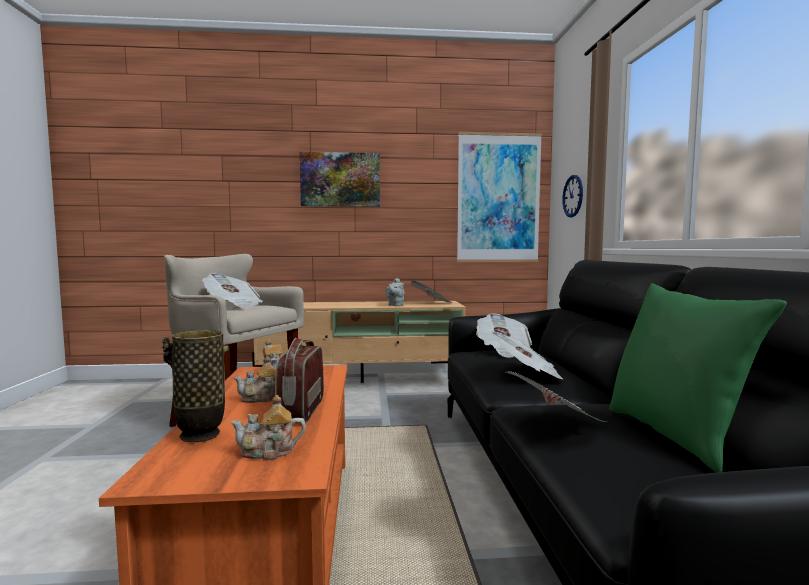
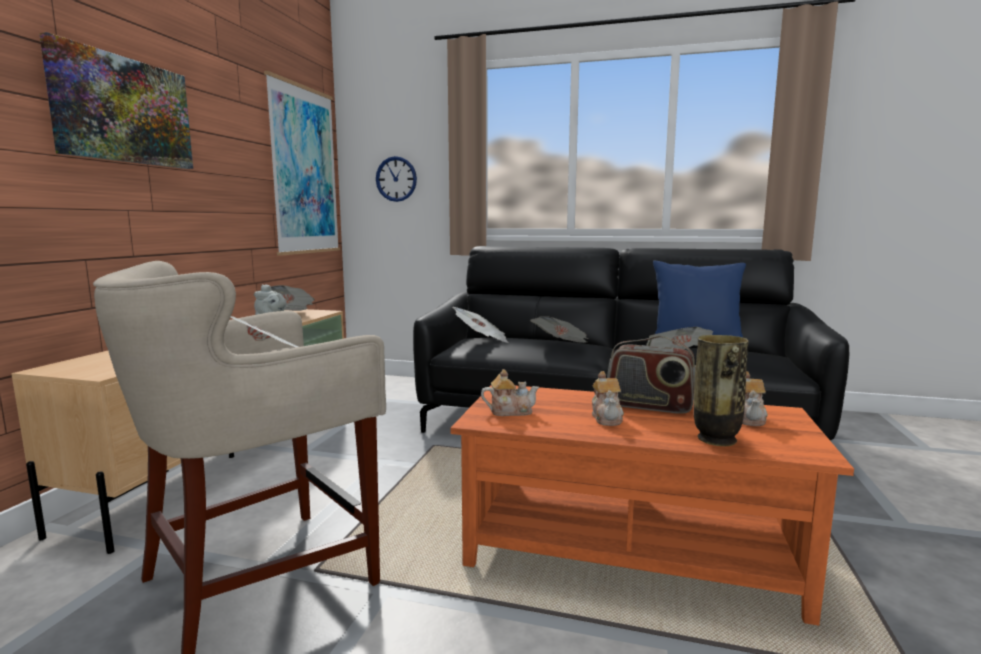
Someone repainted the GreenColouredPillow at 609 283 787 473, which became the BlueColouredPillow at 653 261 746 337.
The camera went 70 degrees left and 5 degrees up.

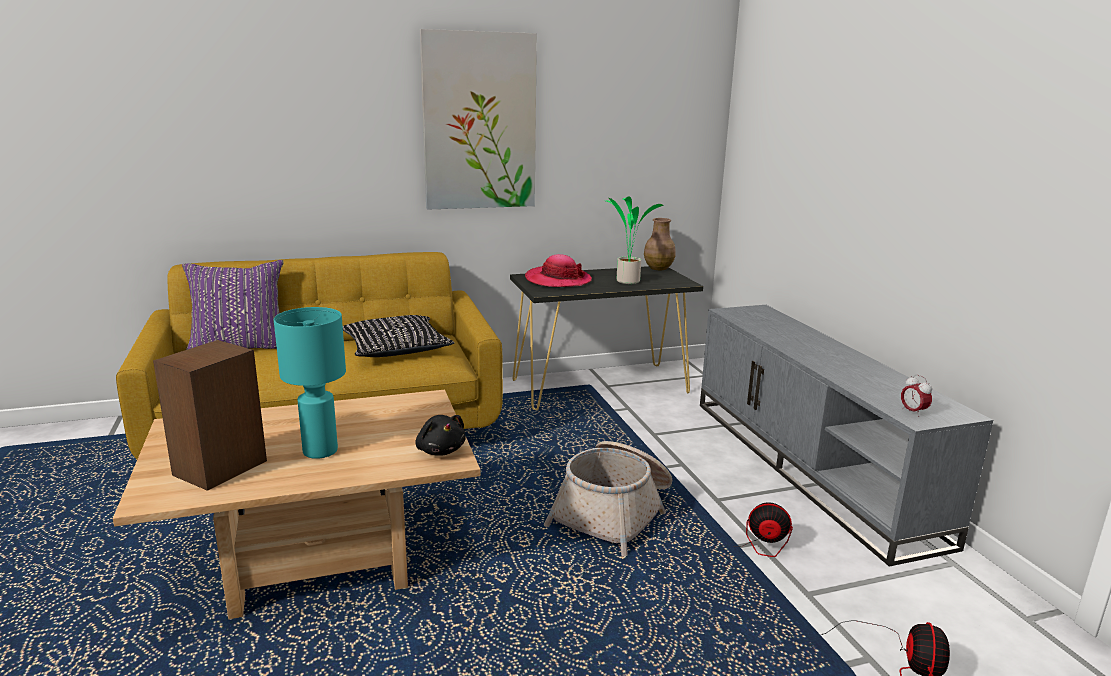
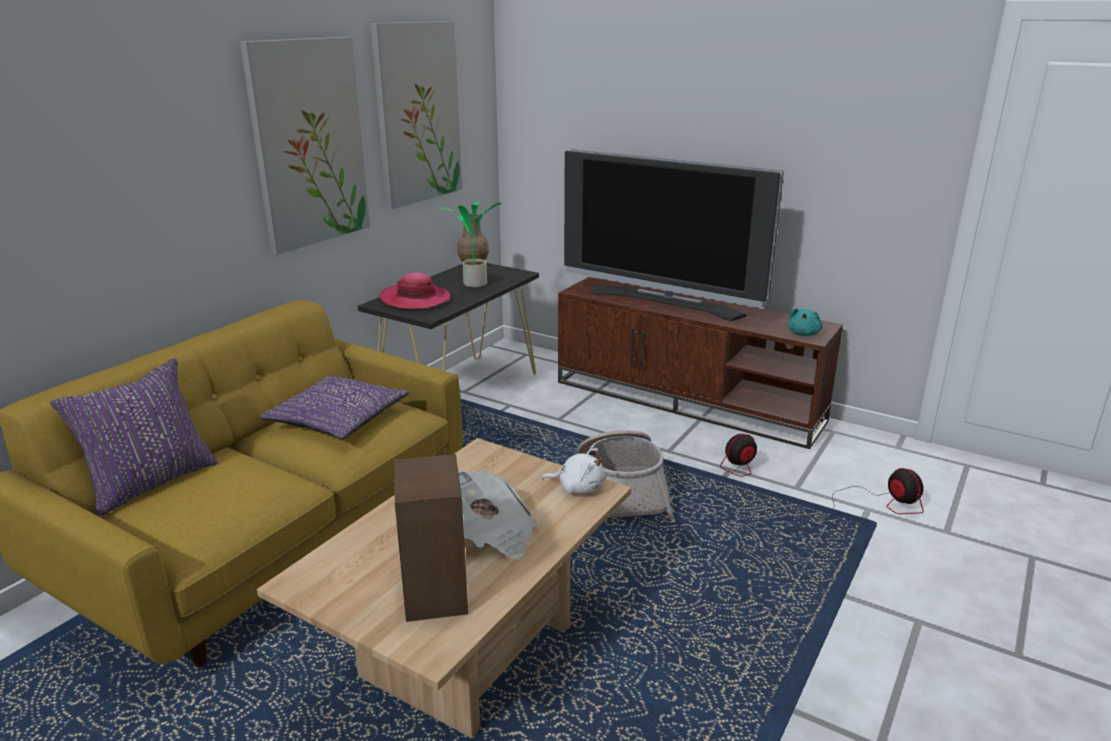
Someone put up the WallArt at 370 21 462 209.
Someone put down the Tv at 564 149 784 321.
Someone swapped the TurquoiseColouredTabletopLamp at 274 307 346 459 for the Newspaper at 458 470 537 559.
Someone swapped the BedsideClock at 901 374 932 417 for the TurquoiseColouredSoftToy at 788 308 823 336.
Someone repainted the BlackPillow at 343 315 454 357, which became the PurpleColouredPillow at 259 375 410 439.
Someone repainted the BlackSoftToy at 415 415 466 456, which became the WhitishSoftToy at 542 448 605 494.
Someone repainted the GreyishTvUnit at 700 305 993 567, which became the BrownishTvUnit at 558 277 843 449.
The camera went 40 degrees left and 5 degrees up.

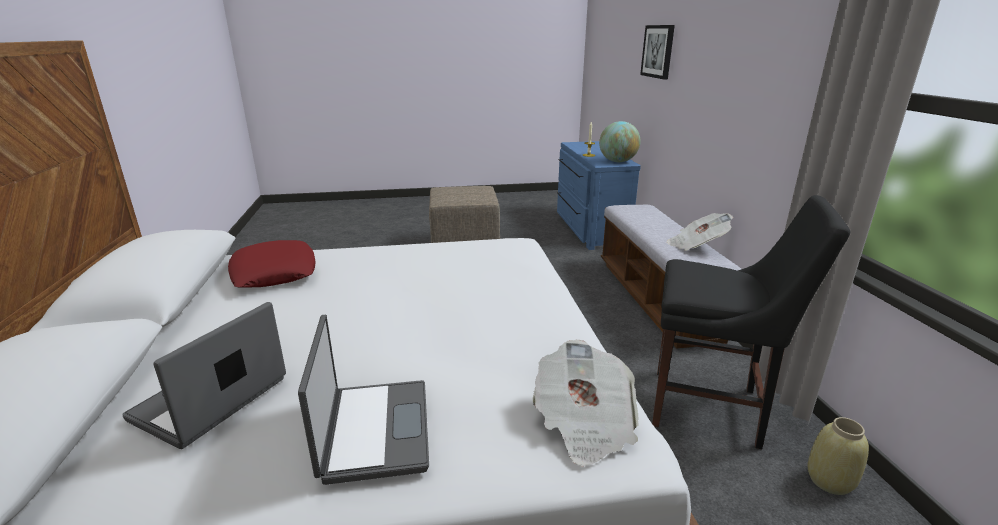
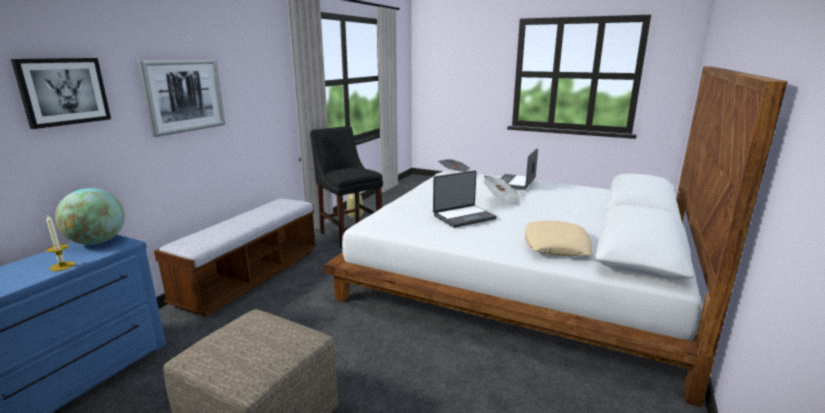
Someone put up the WallArt at 138 59 225 137.
Someone carried the NotebookComputer from 122 302 286 449 to 433 171 497 228.
Someone carried the Newspaper from 666 213 734 251 to 484 175 521 206.
Someone repainted the ReddishPillow at 228 240 316 288, which became the BeigeColouredPillow at 525 220 592 256.
The camera went 145 degrees left and 5 degrees down.

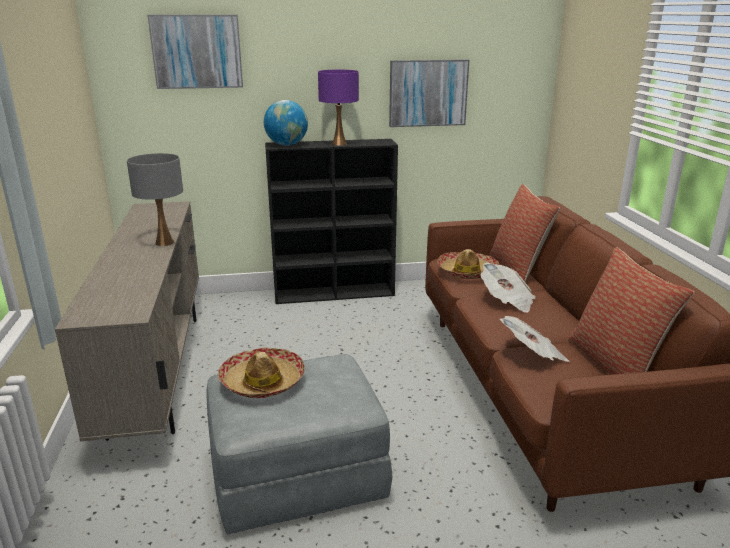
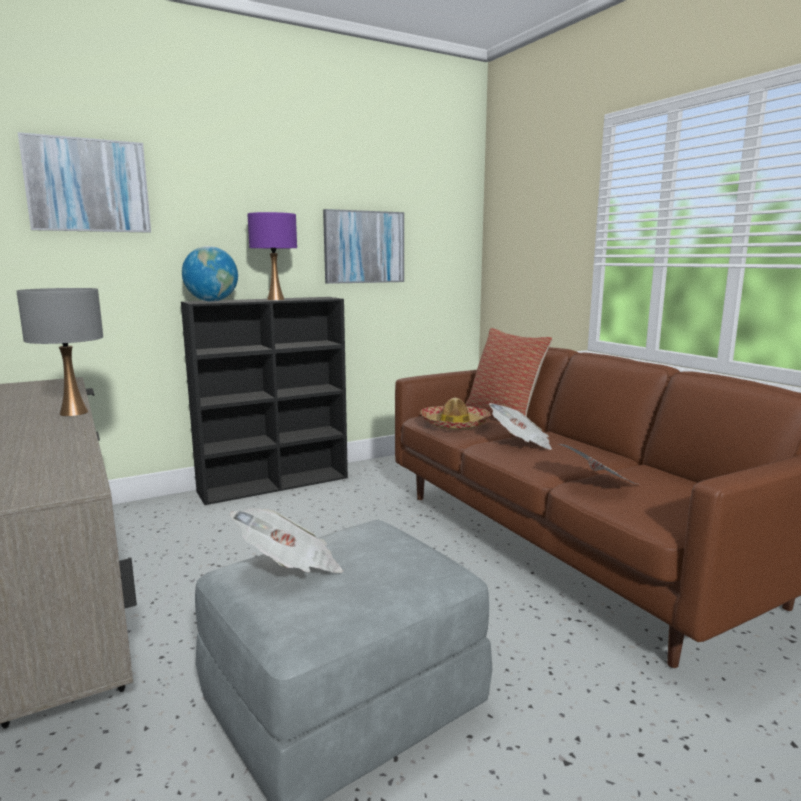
Someone took away the Pillow at 568 247 694 375.
Someone swapped the WearableHat at 218 347 305 398 for the Newspaper at 230 508 343 573.
The camera went 20 degrees left and 10 degrees down.

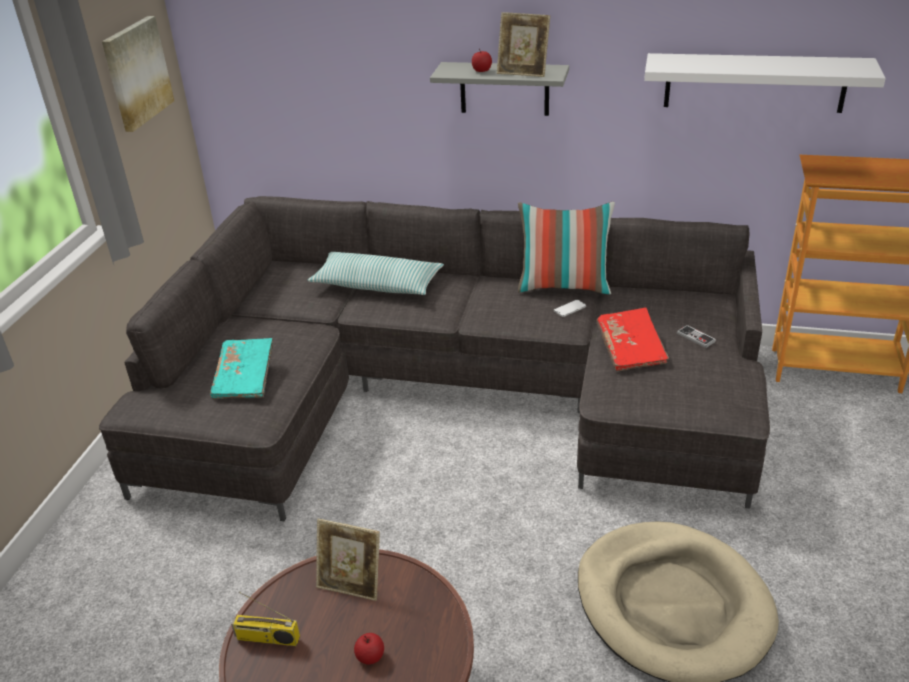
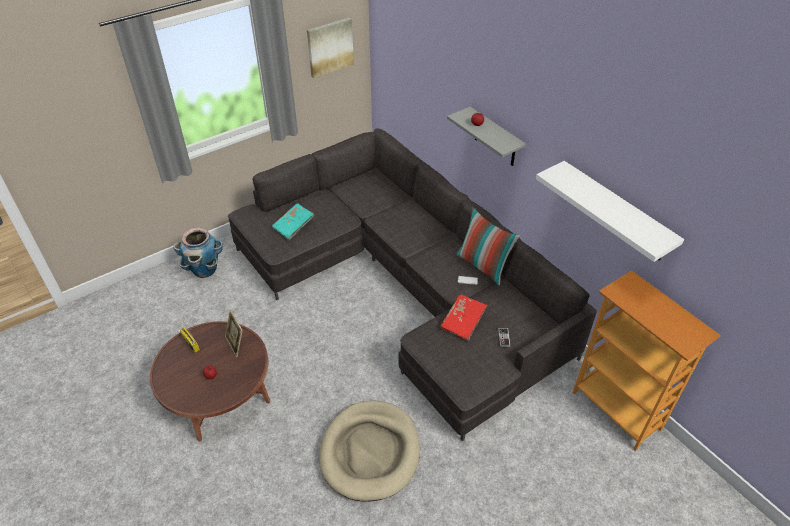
Someone took away the Pillow at 307 252 444 295.
Someone took away the PhotoFrame at 497 12 550 77.
Someone put down the PlantPot at 173 227 223 278.
The camera went 40 degrees right and 10 degrees up.

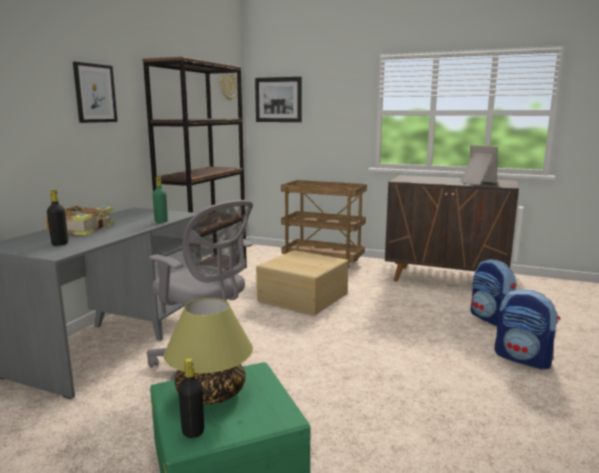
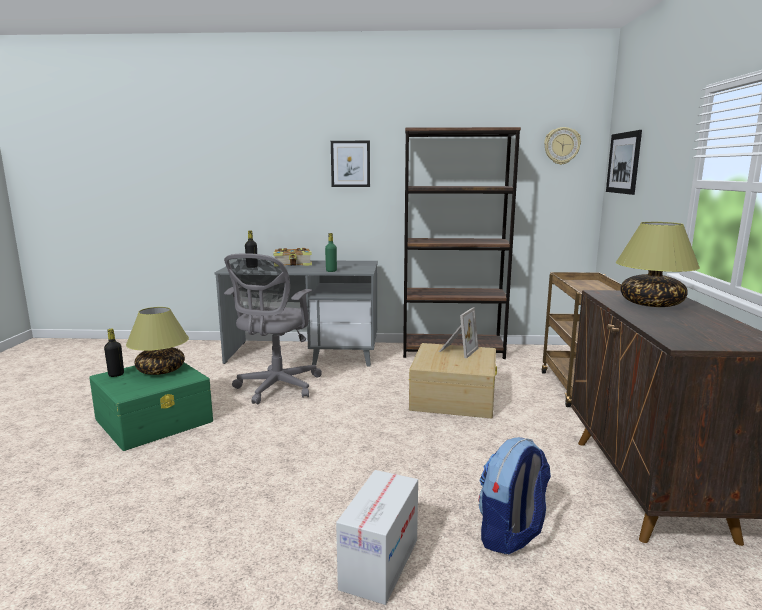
Someone put down the TabletopLamp at 616 222 700 307.
Someone carried the PhotoFrame from 460 145 498 185 to 439 307 479 358.
Someone swapped the Backpack at 494 289 560 370 for the CardboardBox at 336 470 418 605.
The camera went 70 degrees right and 0 degrees up.

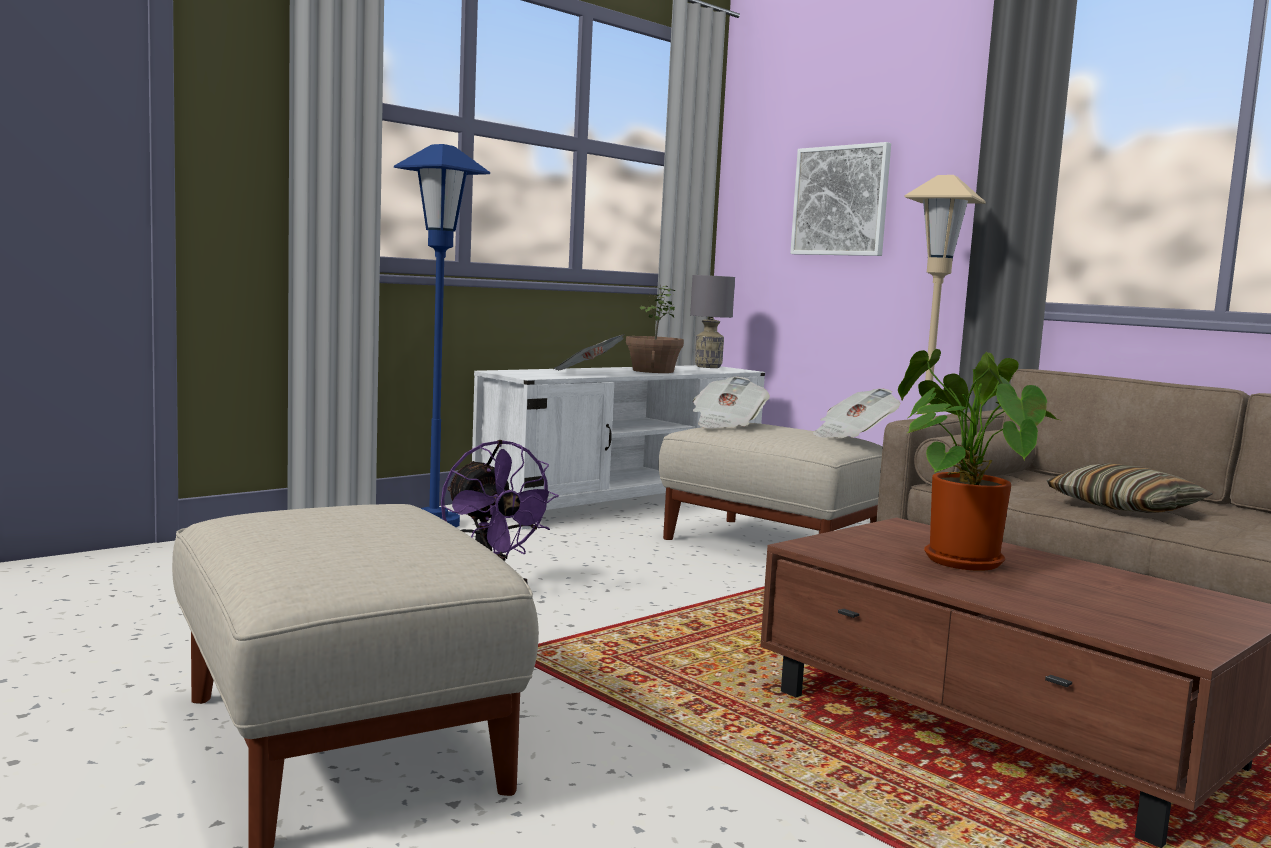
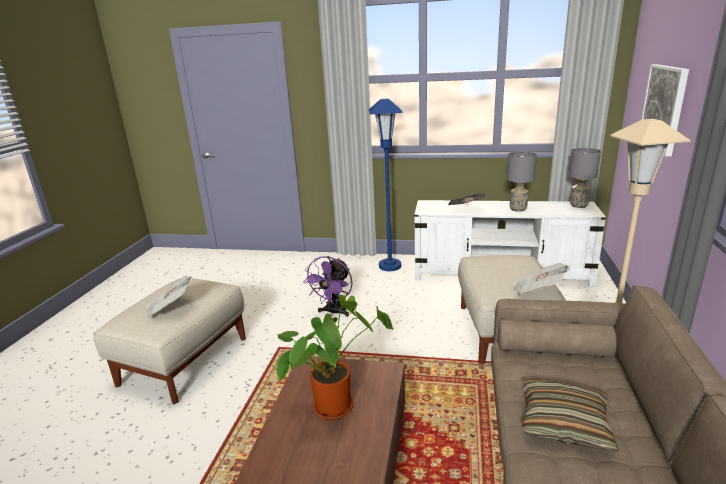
Someone carried the Newspaper from 693 377 770 428 to 145 276 192 317.
Someone swapped the Houseplant at 626 285 684 373 for the GreyishTabletopLamp at 507 151 537 212.
The camera went 55 degrees right and 15 degrees up.

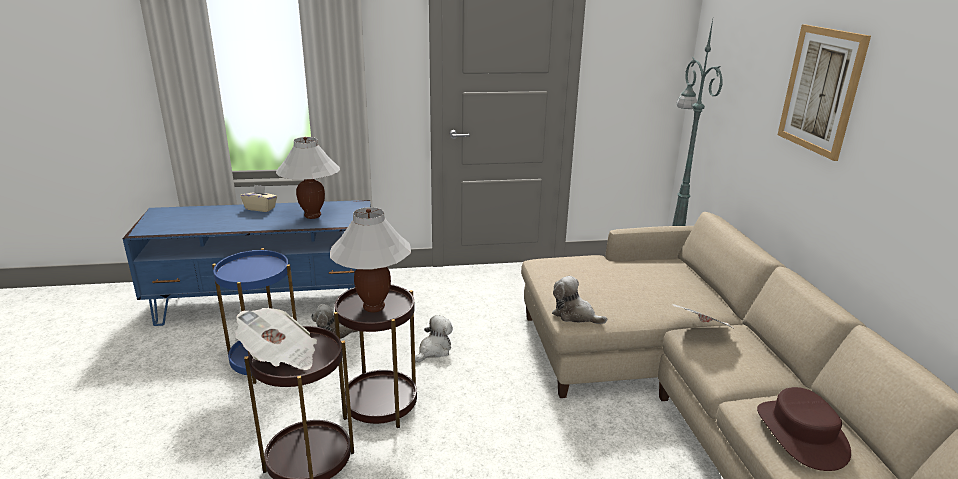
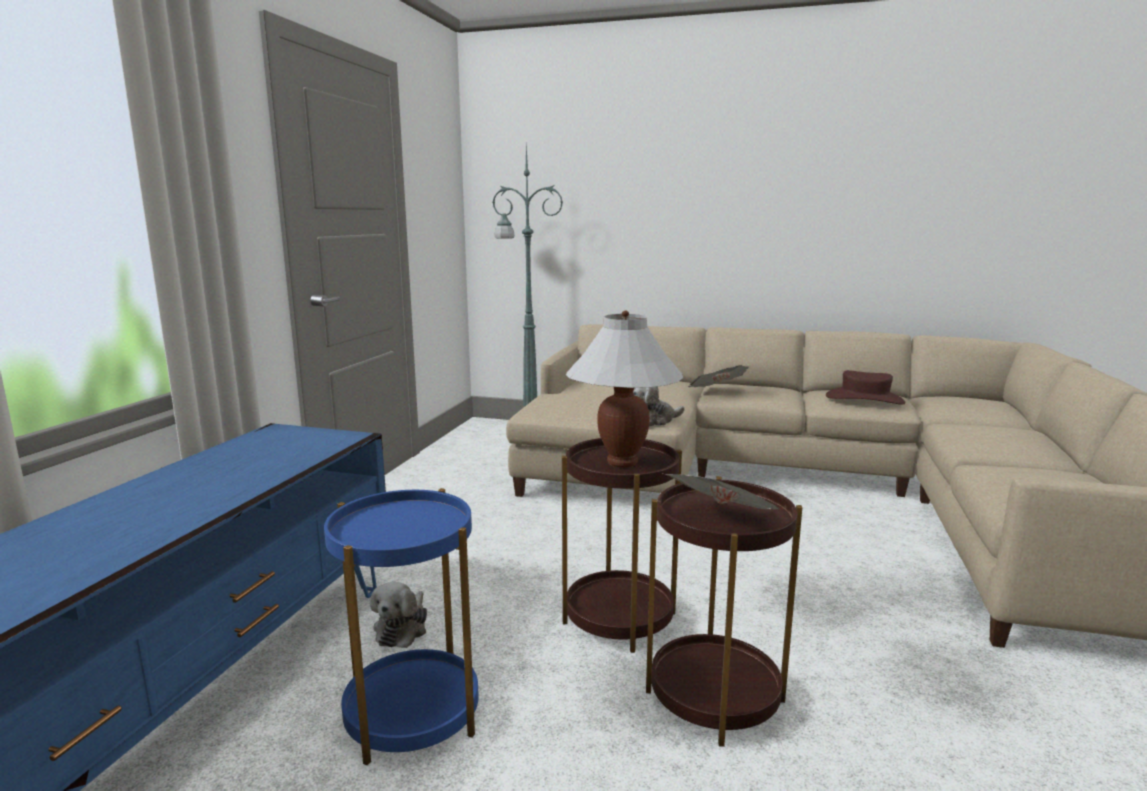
Someone took away the BeigeColouredBoxOfTissues at 240 185 277 212.
Someone took away the WhitishTabletopLamp at 276 137 340 219.
Someone took away the SoftToy at 415 315 453 362.
Someone took away the WallArt at 778 24 871 161.
The camera went 65 degrees left and 10 degrees down.

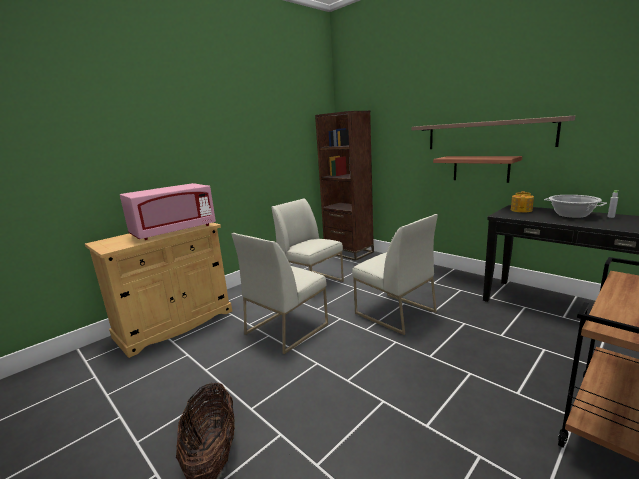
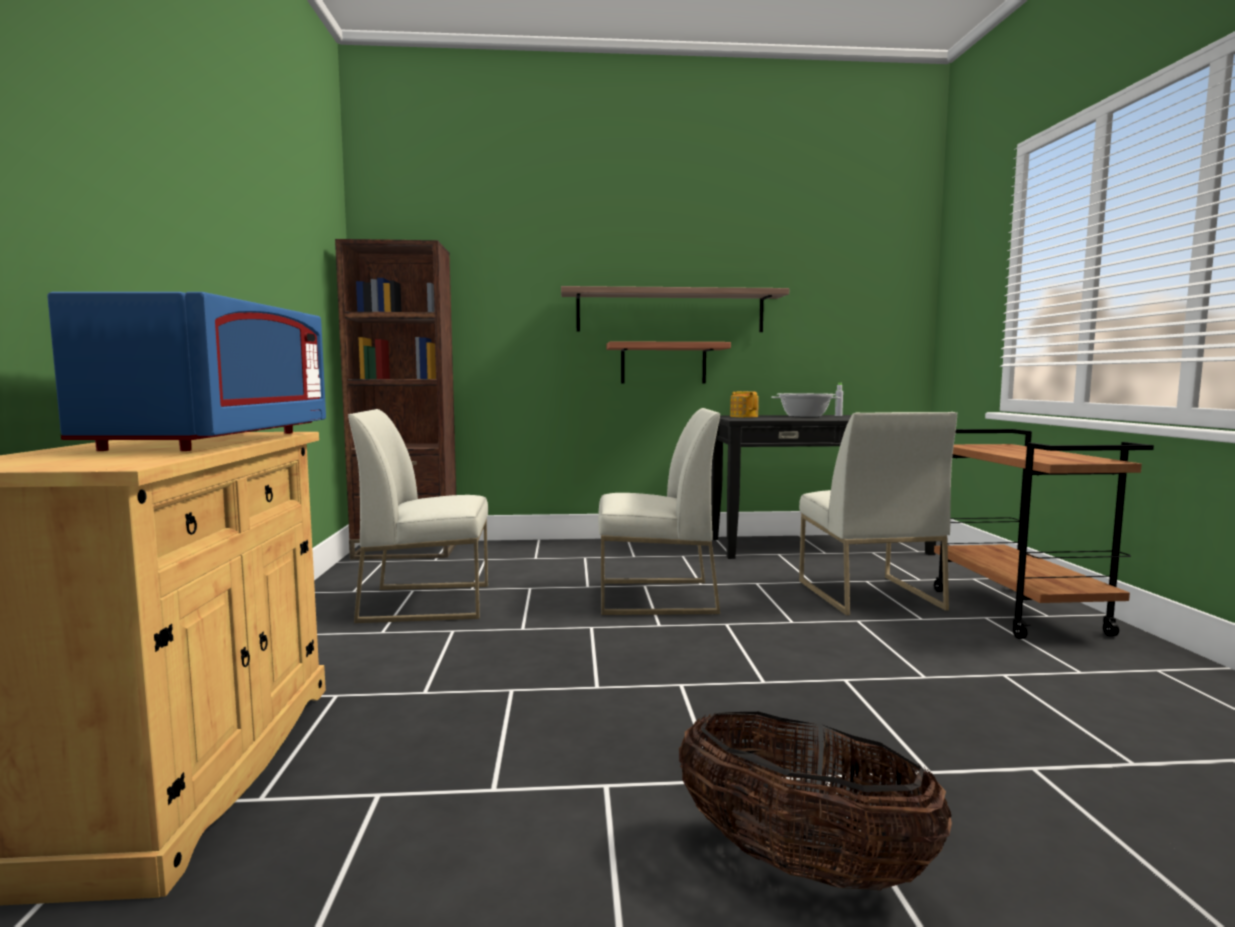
Someone carried the WhitishPlainChair from 231 233 328 354 to 799 412 957 616.
Someone repainted the PinkKitchenMicrowave at 120 183 216 240, which became the BlueColouredKitchenMicrowave at 47 292 326 451.
The camera went 50 degrees left and 10 degrees down.

